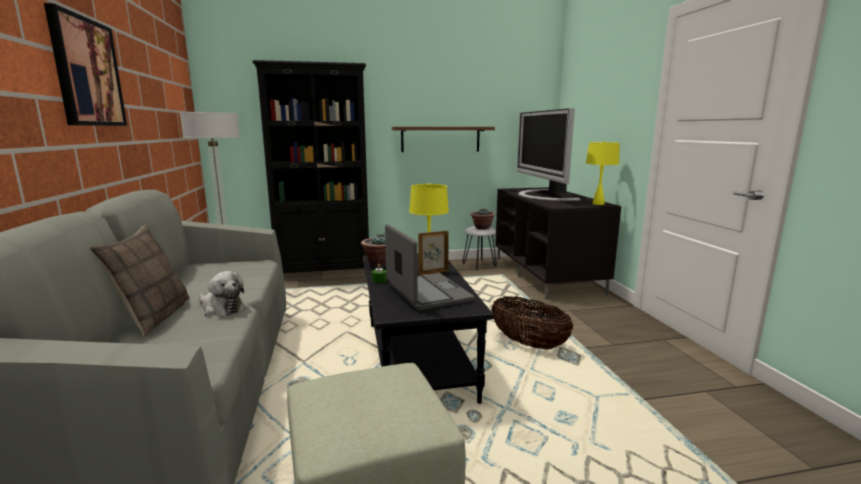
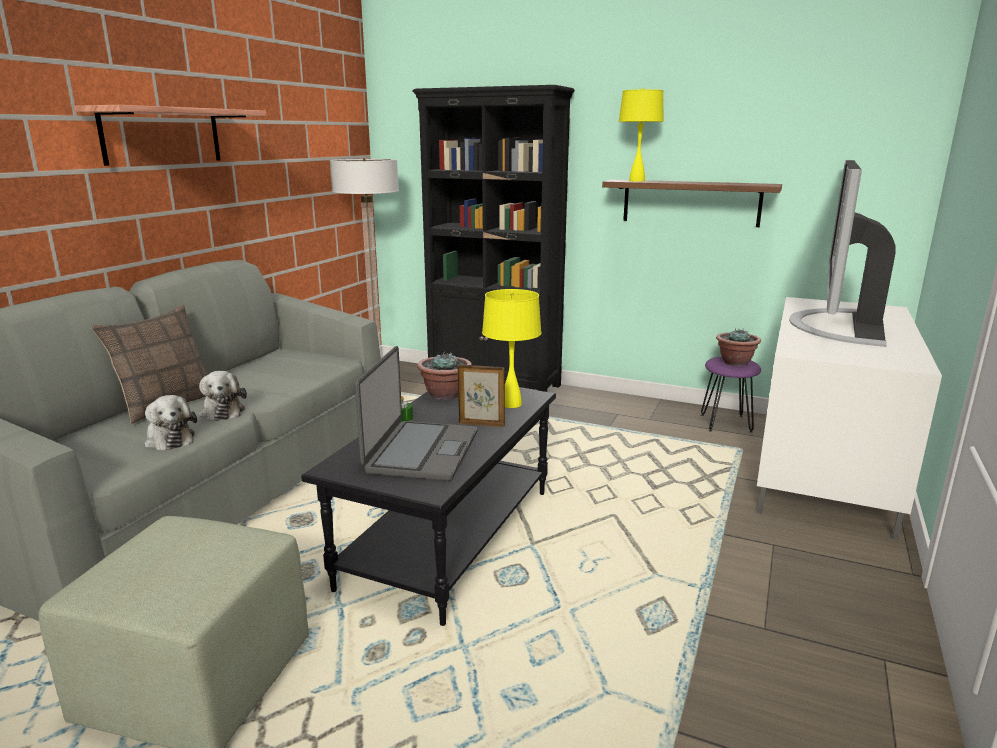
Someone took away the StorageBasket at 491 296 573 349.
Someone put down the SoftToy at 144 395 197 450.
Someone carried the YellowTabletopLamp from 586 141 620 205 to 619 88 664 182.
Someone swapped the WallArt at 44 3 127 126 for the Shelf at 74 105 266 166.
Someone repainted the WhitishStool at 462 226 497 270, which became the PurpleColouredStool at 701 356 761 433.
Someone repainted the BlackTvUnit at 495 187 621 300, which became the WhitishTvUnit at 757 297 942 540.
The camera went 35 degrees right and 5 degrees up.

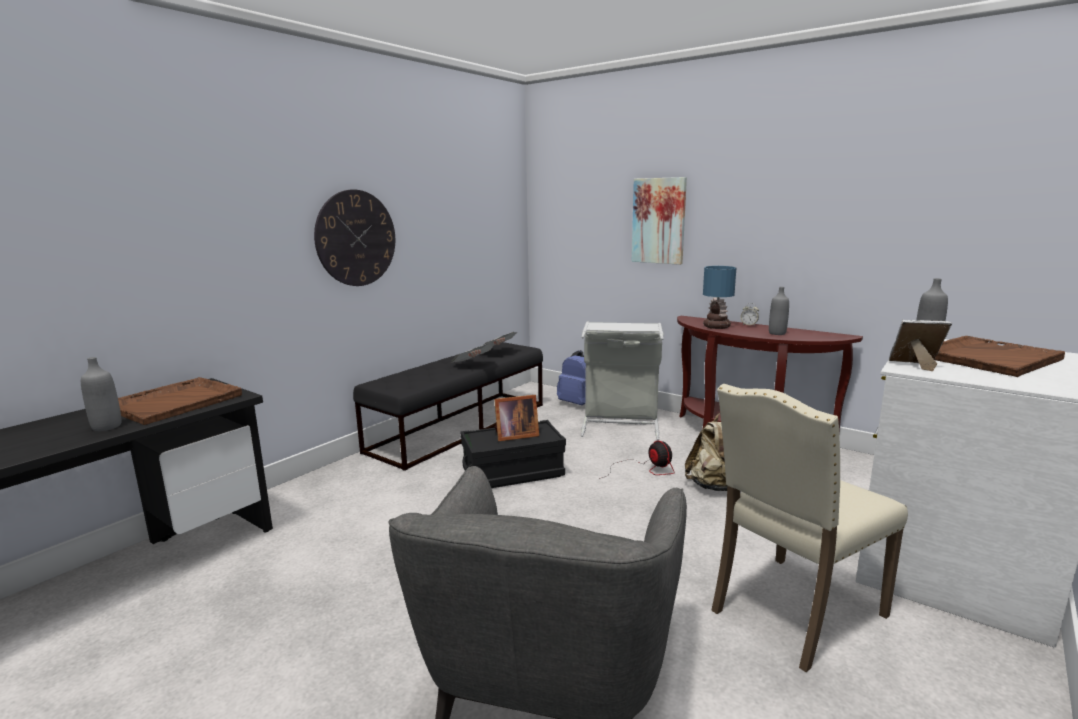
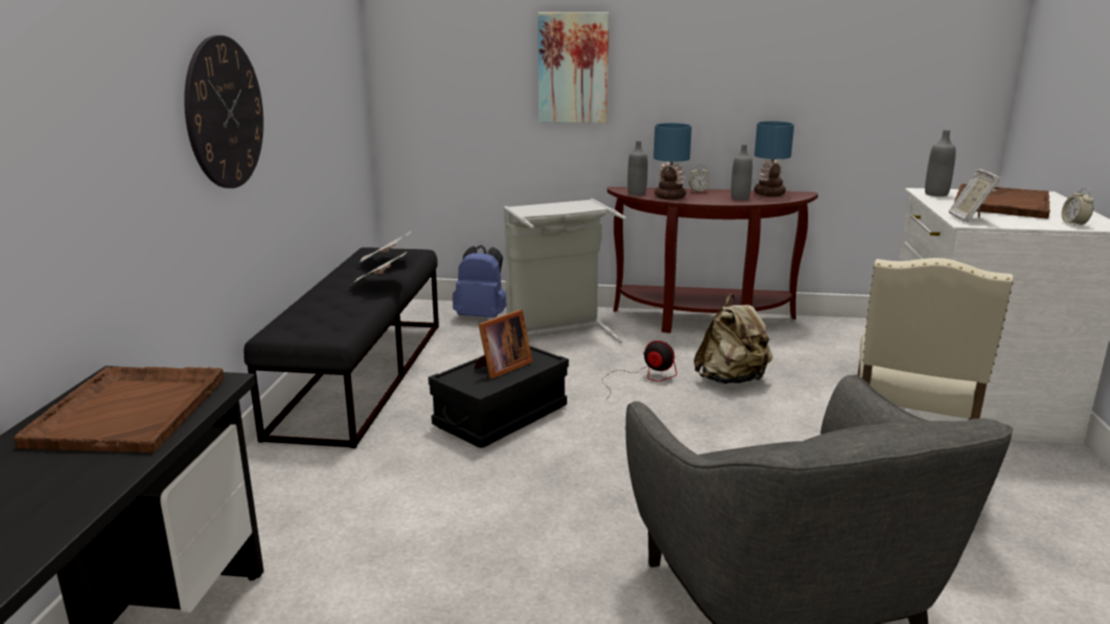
Someone put down the TabletopLamp at 754 121 794 197.
Someone put down the BedsideClock at 1062 188 1094 226.
Someone carried the GreyishBeverageBottle from 81 357 121 431 to 628 141 648 195.
Someone rotated the PhotoFrame at 889 320 952 371 by 75 degrees counterclockwise.
The camera went 30 degrees left and 5 degrees up.

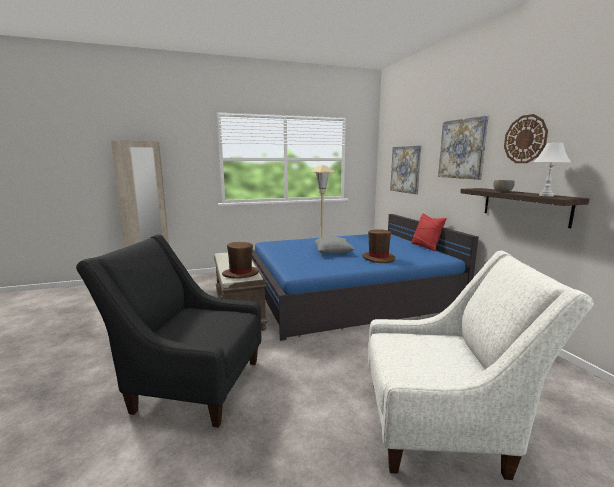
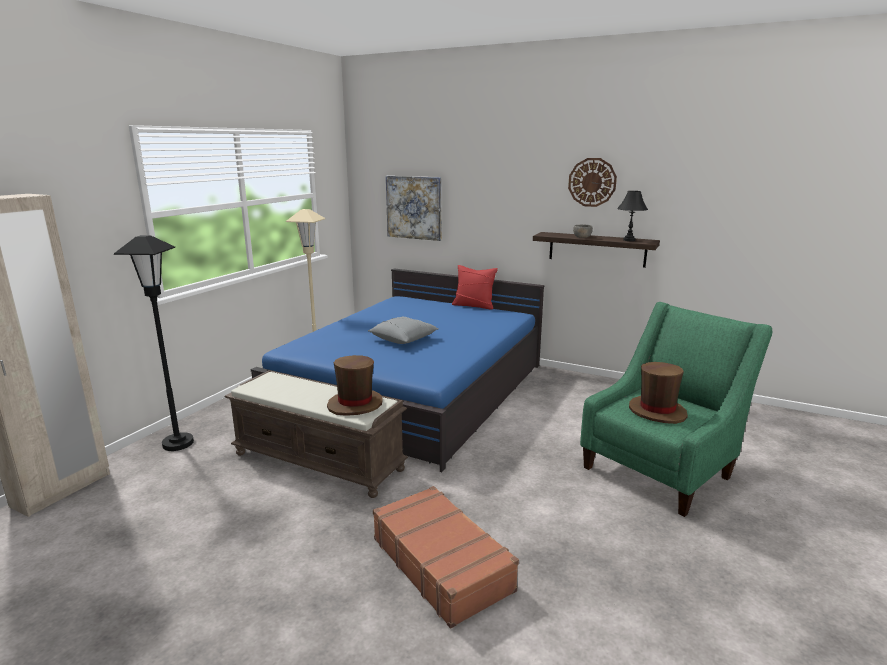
Someone took away the WallArt at 438 115 489 180.
Someone put down the BlackFloorLamp at 114 235 194 451.
Someone carried the BrownishWearableHat from 362 229 395 263 to 629 362 688 424.
Someone swapped the BlackEasyChair at 76 234 261 428 for the BrownishPieceOfLuggage at 373 486 519 629.
Someone repainted the WhitishEasyChair at 368 251 594 480, which became the GreenColouredEasyChair at 580 302 772 517.
Someone repainted the WhitishTabletopLamp at 534 143 571 197, which became the BlackTabletopLamp at 617 191 648 241.
The camera went 45 degrees left and 5 degrees up.

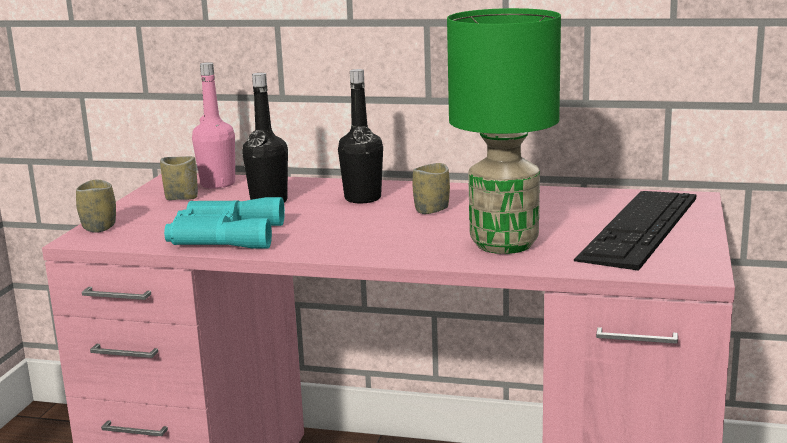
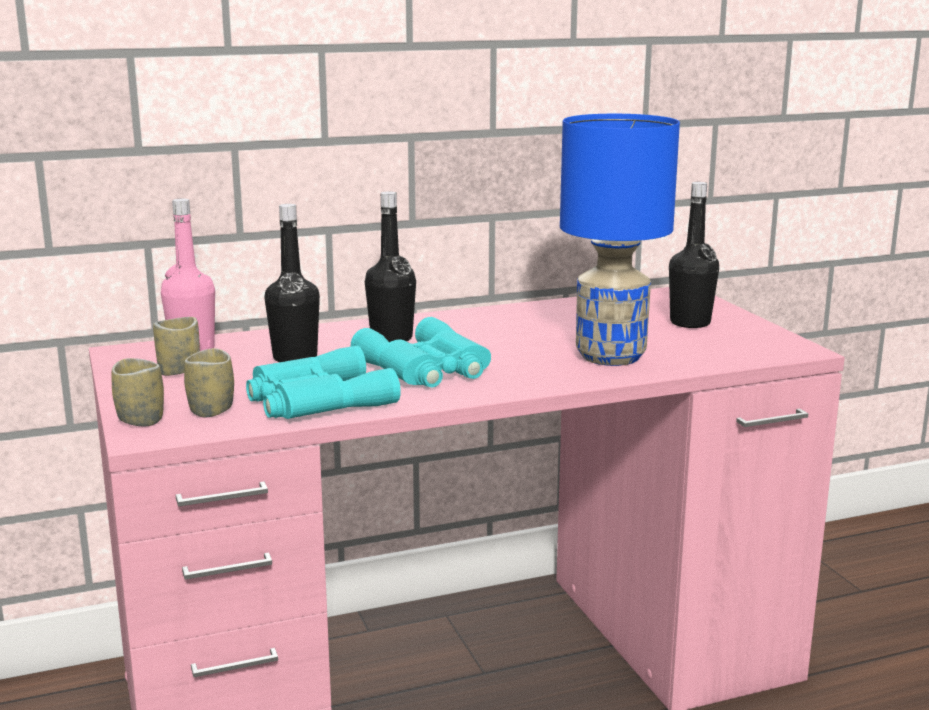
Someone put down the TurquoiseColouredPairOfBinoculars at 351 317 491 387.
Someone carried the Cup from 413 163 450 214 to 184 348 234 417.
Someone swapped the PcKeyboard at 574 191 696 271 for the BlackBeverageBottle at 669 182 719 328.
Someone repainted the GreenColouredTabletopLamp at 447 8 561 254, which became the BlueColouredTabletopLamp at 560 114 680 366.
The camera went 35 degrees left and 0 degrees up.

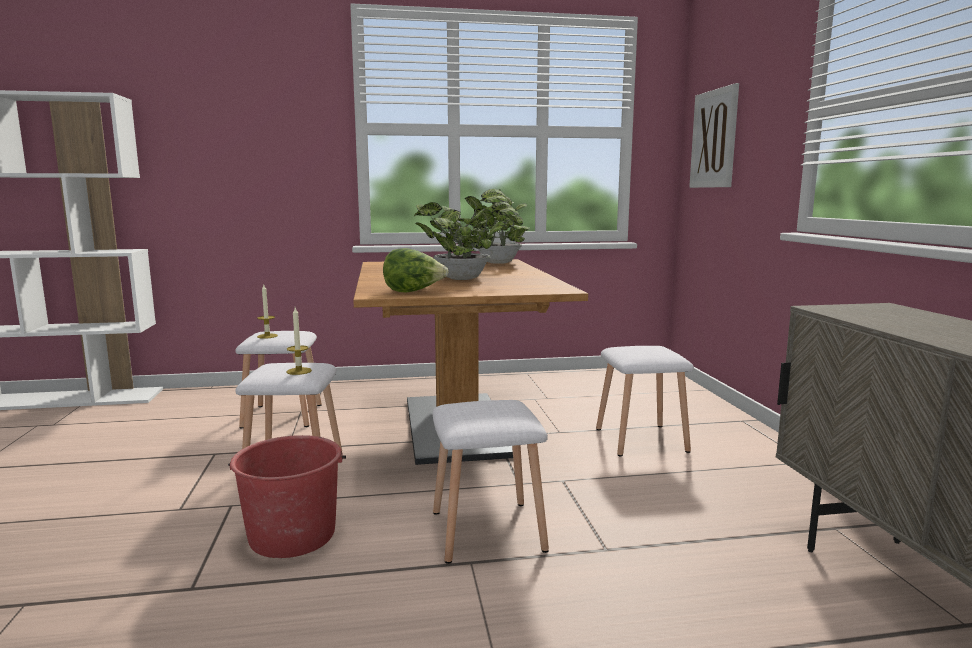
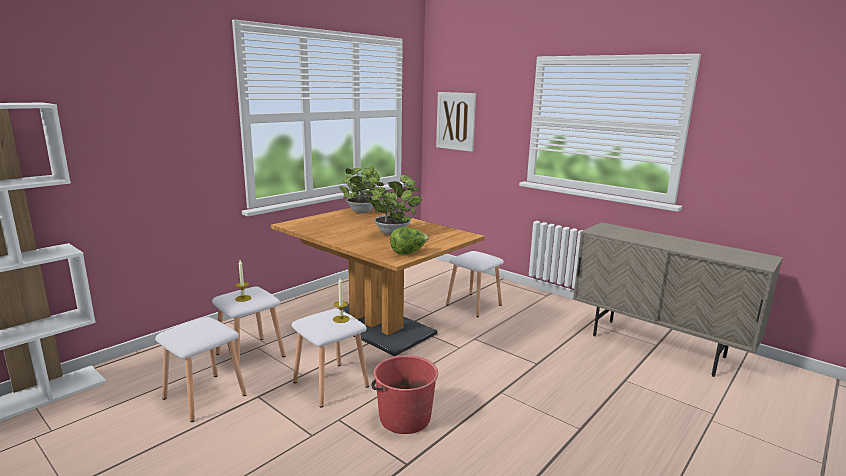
Someone carried the WhitishStool from 432 400 549 564 to 155 317 247 422.
The camera went 40 degrees left and 5 degrees up.

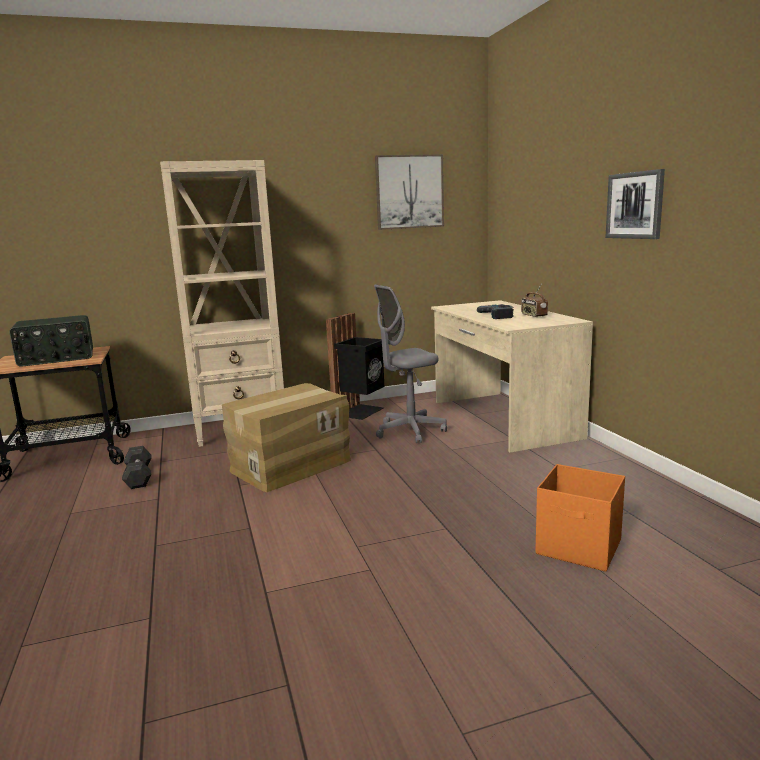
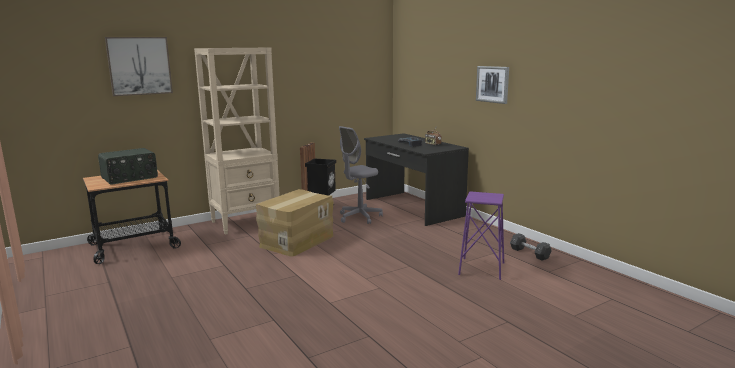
Someone carried the GreyishDumbbell from 122 446 151 489 to 510 233 552 261.
Someone carried the WallArt from 375 154 444 230 to 105 37 173 96.
Someone swapped the OrangeStorageBin at 535 464 625 572 for the PurpleColouredStool at 458 191 504 280.
Someone repainted the BeigeColouredDesk at 431 300 593 453, which became the BlackDesk at 364 133 469 226.
The camera went 15 degrees left and 0 degrees up.

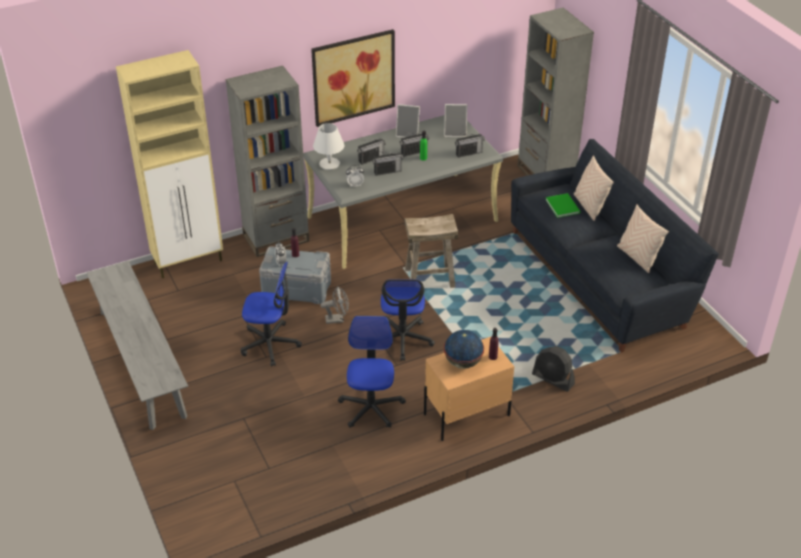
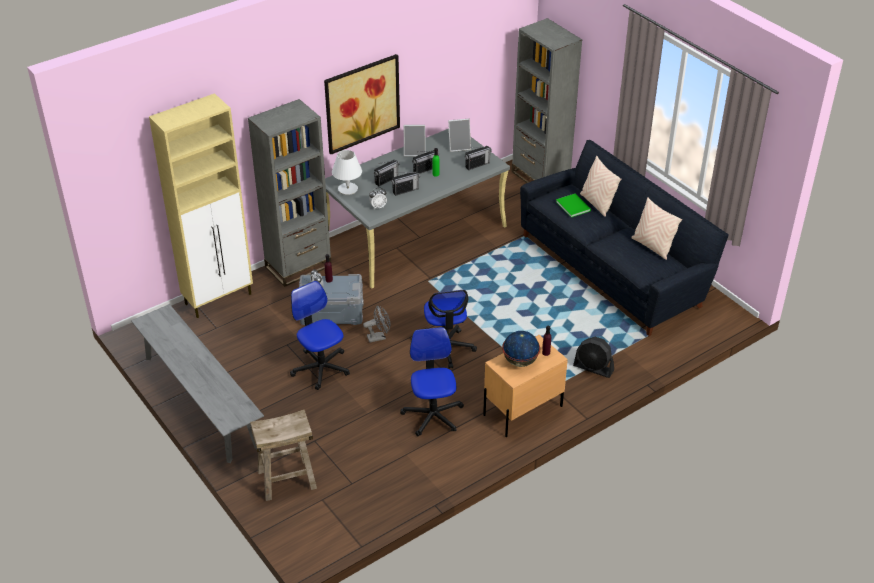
Someone carried the BeigeColouredStool from 404 214 458 288 to 250 410 317 501.
Someone rotated the OfficeChair at 240 262 302 367 by 120 degrees counterclockwise.
The camera went 10 degrees left and 0 degrees up.

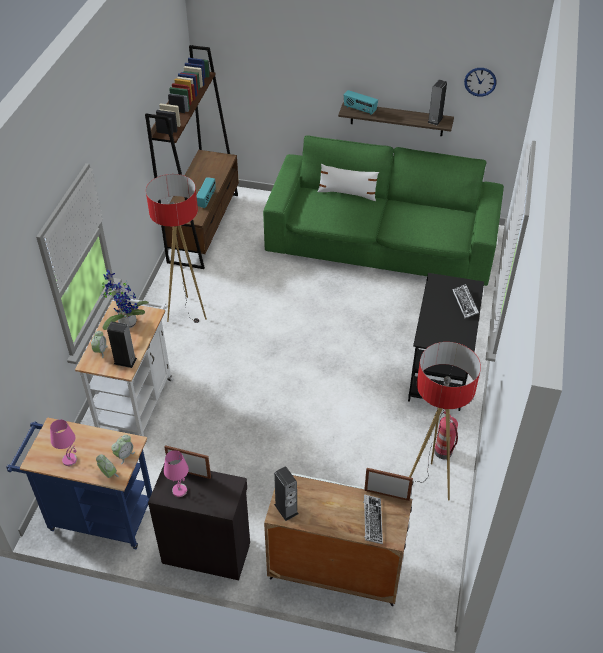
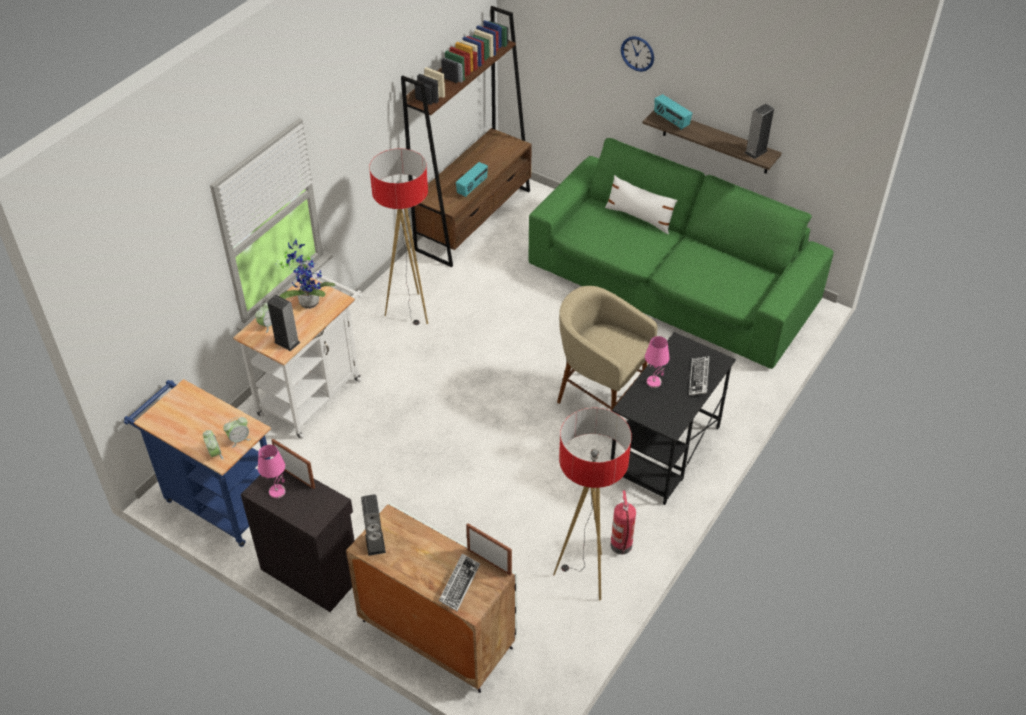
Someone put down the BeigeColouredStool at 557 286 657 411.
Someone carried the PinkTabletopLamp from 50 419 77 466 to 645 336 670 388.
Someone carried the HangingClock from 464 68 496 97 to 621 36 654 72.
The camera went 20 degrees right and 0 degrees up.

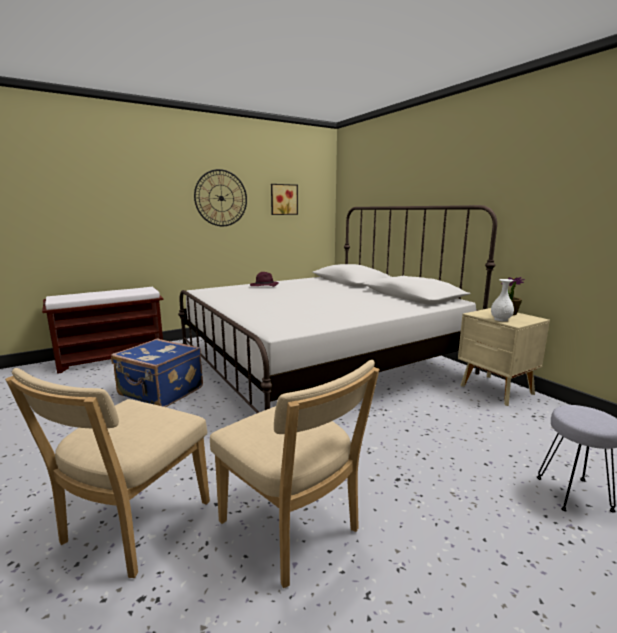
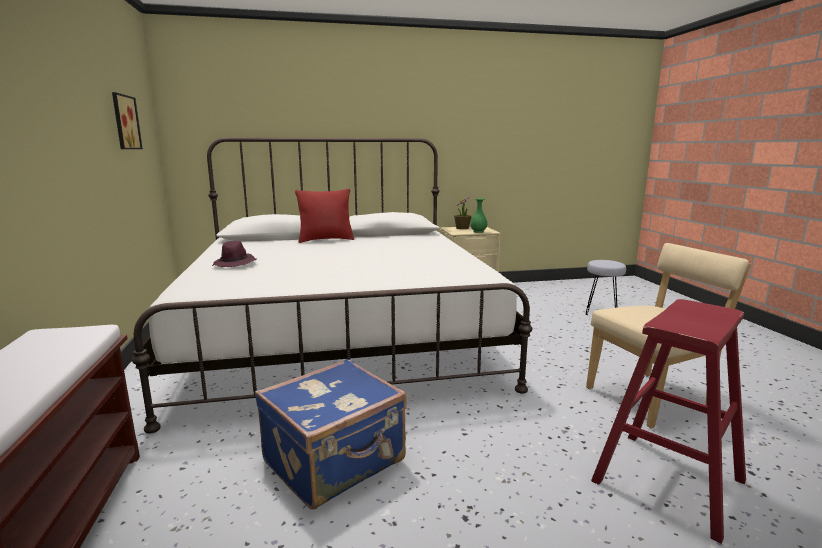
Someone took away the HangingClock at 194 169 247 226.
Someone put down the ReddishPillow at 295 189 354 243.
Someone swapped the BeigeColouredPlainChair at 5 368 210 578 for the ReddishStool at 591 299 746 544.
Someone repainted the WhitishFlowerVase at 491 279 514 322, which became the GreenColouredFlowerVase at 470 198 487 233.
The camera went 70 degrees left and 0 degrees up.

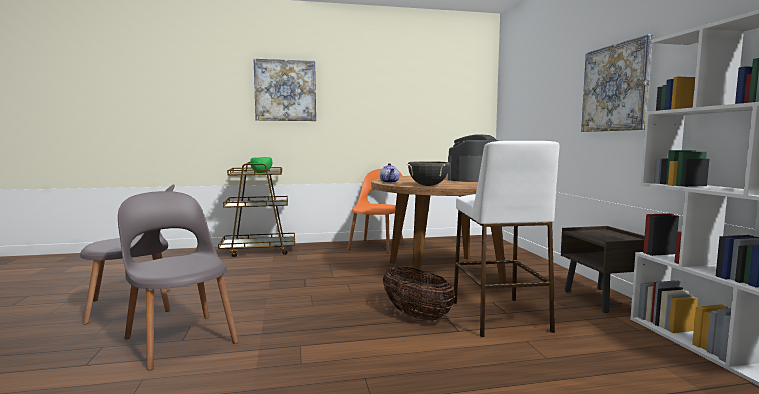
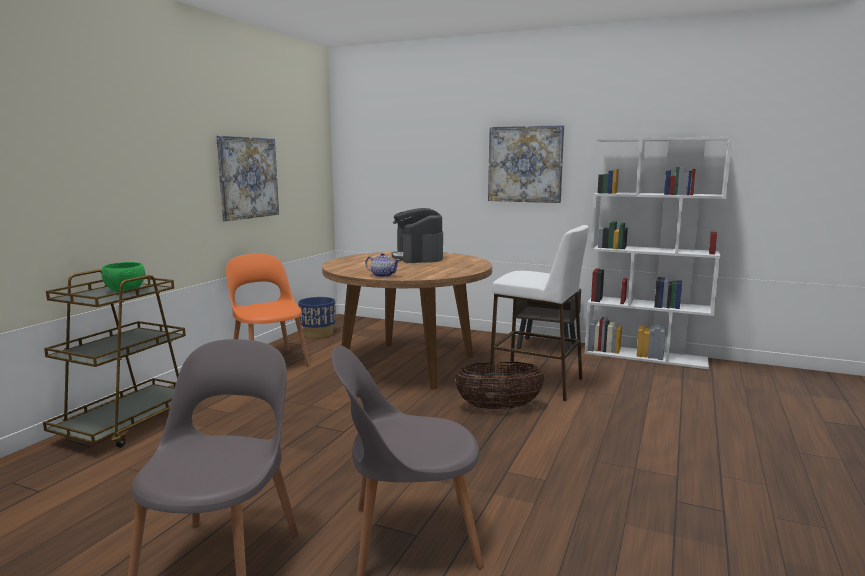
Someone took away the BlackStockpot at 407 161 450 186.
Someone put down the BlueColouredPlantPot at 298 297 336 338.
Someone carried the WallArt from 253 59 316 121 to 216 136 279 221.
The camera went 55 degrees left and 5 degrees up.

